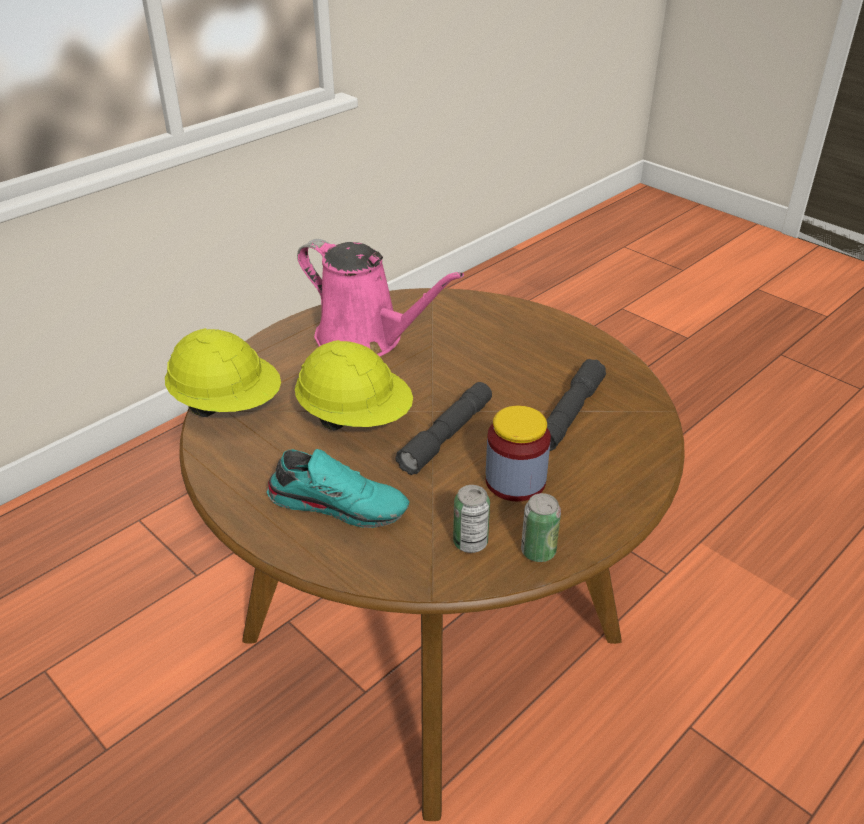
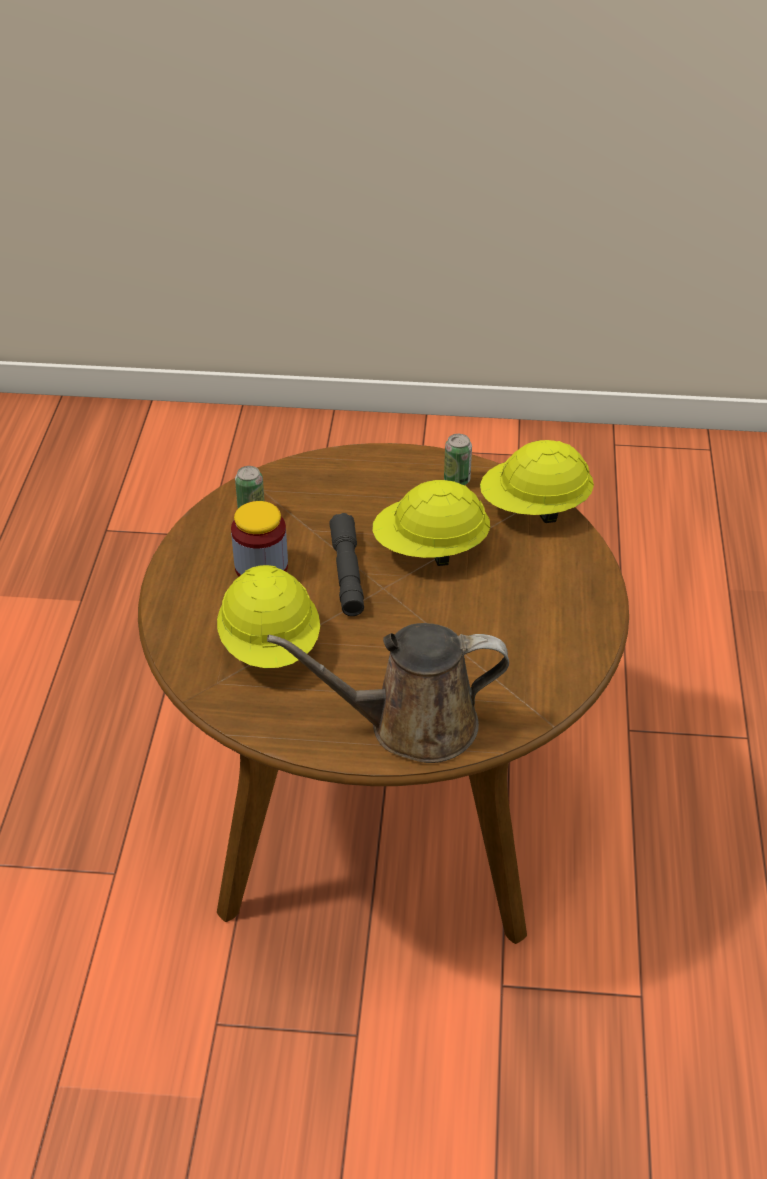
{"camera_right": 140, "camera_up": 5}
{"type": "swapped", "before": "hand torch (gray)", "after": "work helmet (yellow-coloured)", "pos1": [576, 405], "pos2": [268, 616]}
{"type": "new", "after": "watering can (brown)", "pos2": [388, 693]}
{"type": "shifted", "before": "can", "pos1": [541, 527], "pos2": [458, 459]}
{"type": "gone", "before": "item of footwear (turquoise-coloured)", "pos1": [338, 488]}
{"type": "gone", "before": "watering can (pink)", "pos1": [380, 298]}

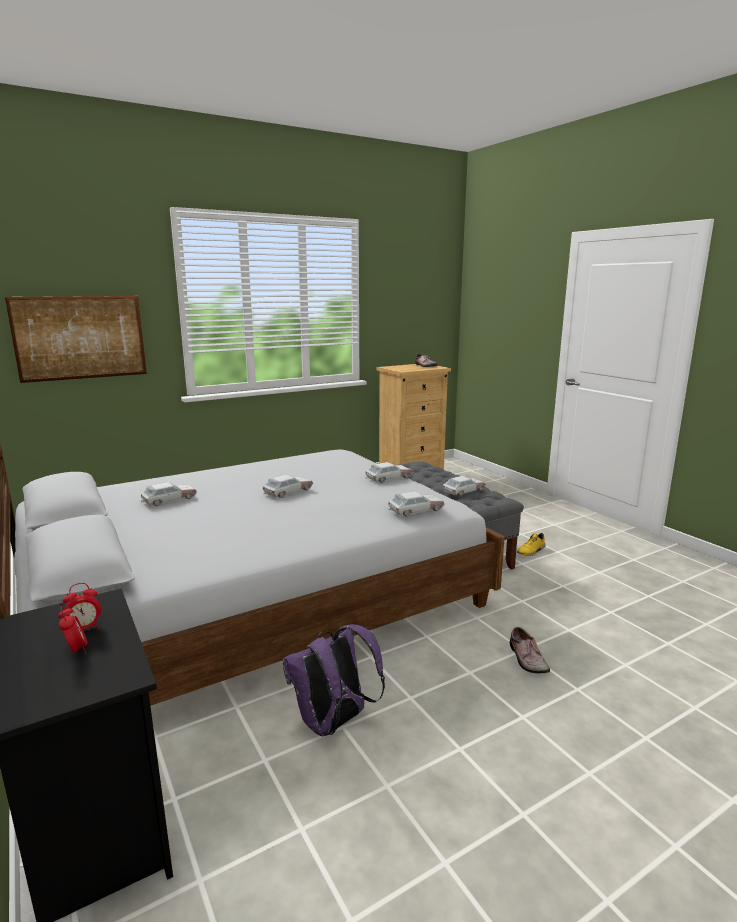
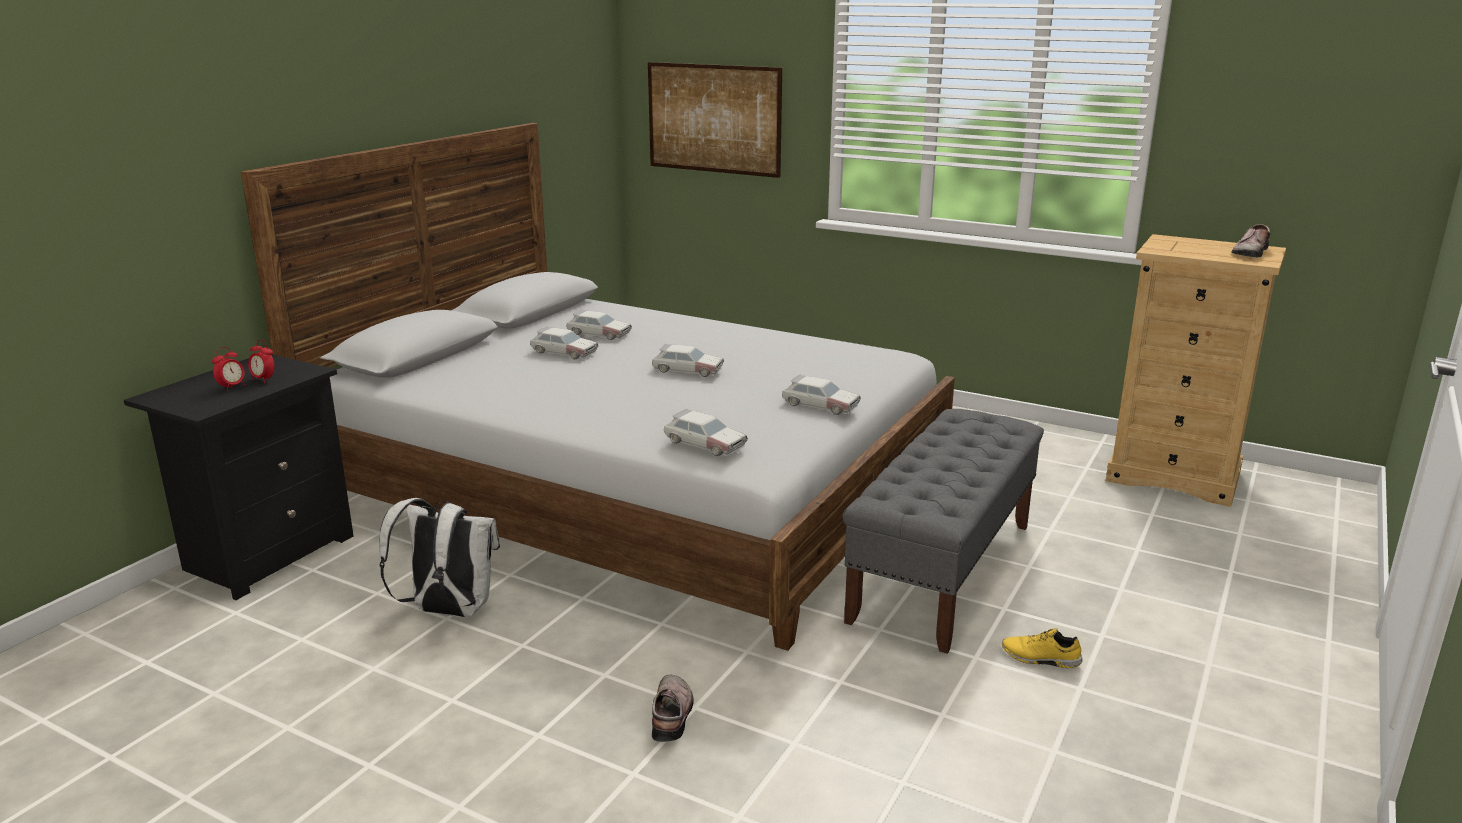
{"camera_right": 60, "camera_up": 5}
{"type": "repainted", "before": "backpack (purple)", "after": "backpack (whitish)", "pos1": [334, 680], "pos2": [439, 557]}
{"type": "shifted", "before": "model car", "pos1": [464, 486], "pos2": [564, 342]}
{"type": "rotated", "before": "item of footwear", "pos1": [530, 650], "pos2": [673, 708], "turn": 135}

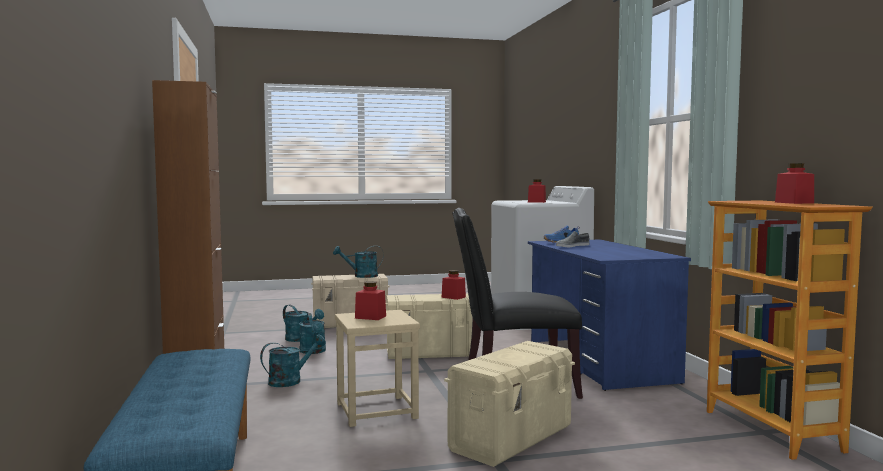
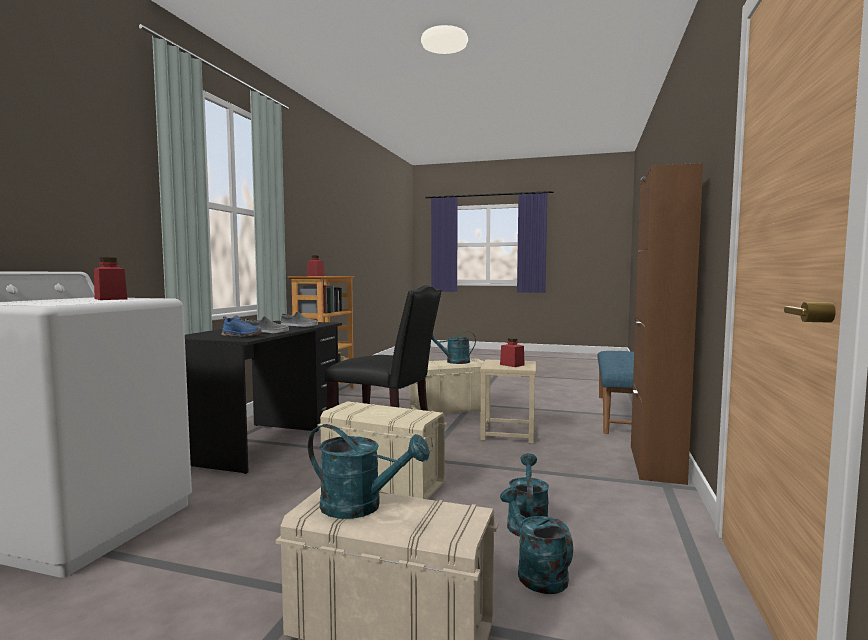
{"camera_right": -150, "camera_up": 0}
{"type": "repainted", "before": "desk table (blue-coloured)", "after": "desk table (blackish)", "pos1": [609, 315], "pos2": [263, 397]}
{"type": "new", "after": "item of footwear (gray)", "pos2": [299, 319]}
{"type": "shifted", "before": "watering can (turquoise-coloured)", "pos1": [293, 360], "pos2": [454, 347]}
{"type": "gone", "before": "jar (reddish)", "pos1": [454, 285]}

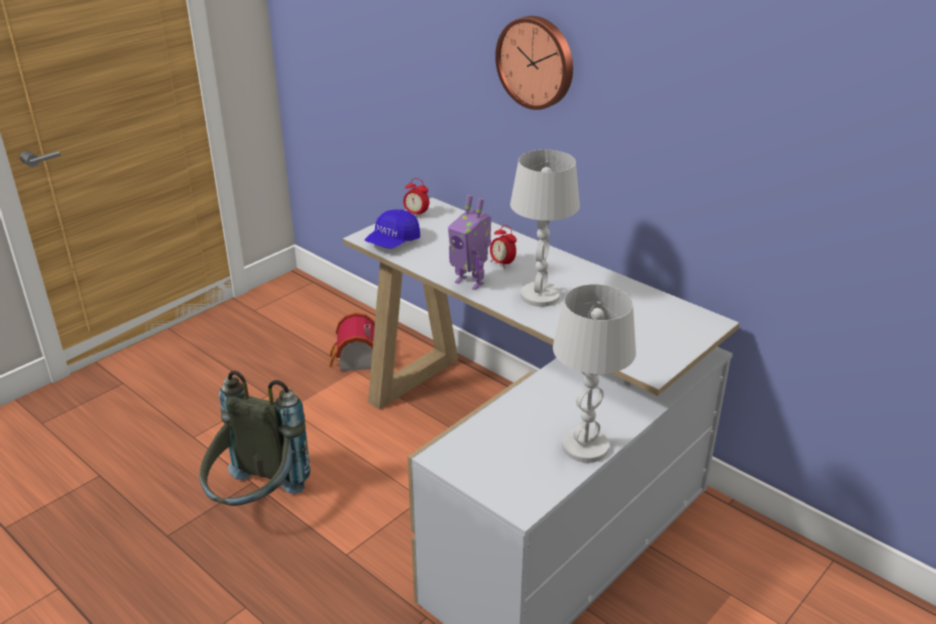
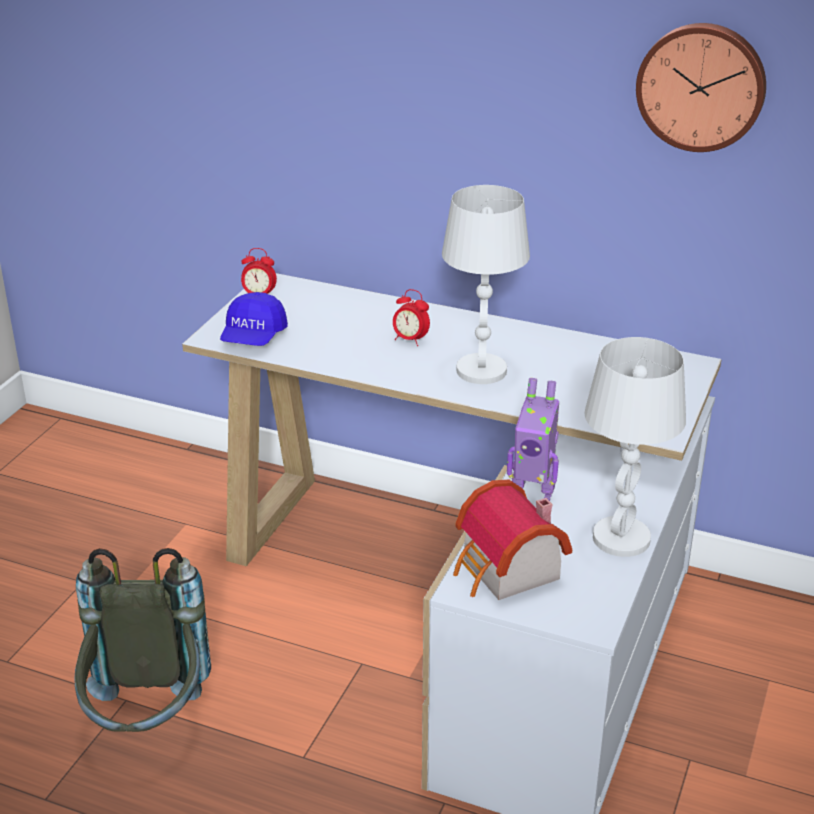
{"camera_right": -20, "camera_up": 0}
{"type": "shifted", "before": "model house", "pos1": [352, 342], "pos2": [512, 540]}
{"type": "shifted", "before": "toy robot", "pos1": [469, 242], "pos2": [533, 439]}
{"type": "shifted", "before": "wall clock", "pos1": [534, 63], "pos2": [701, 87]}

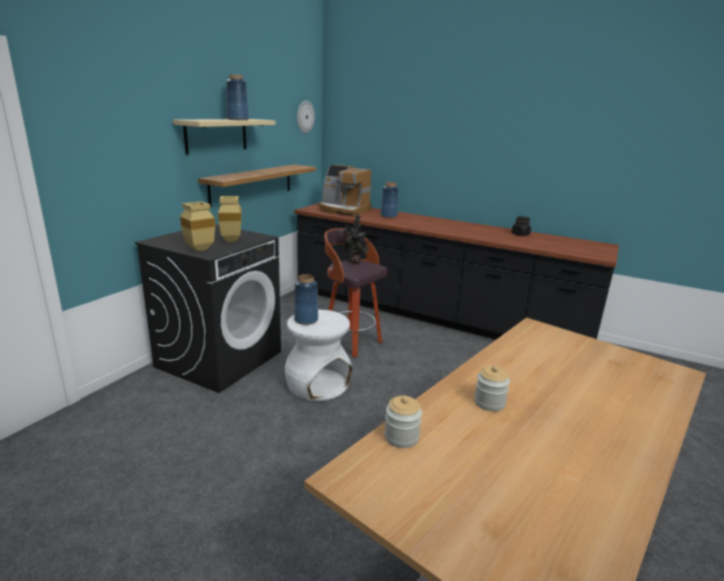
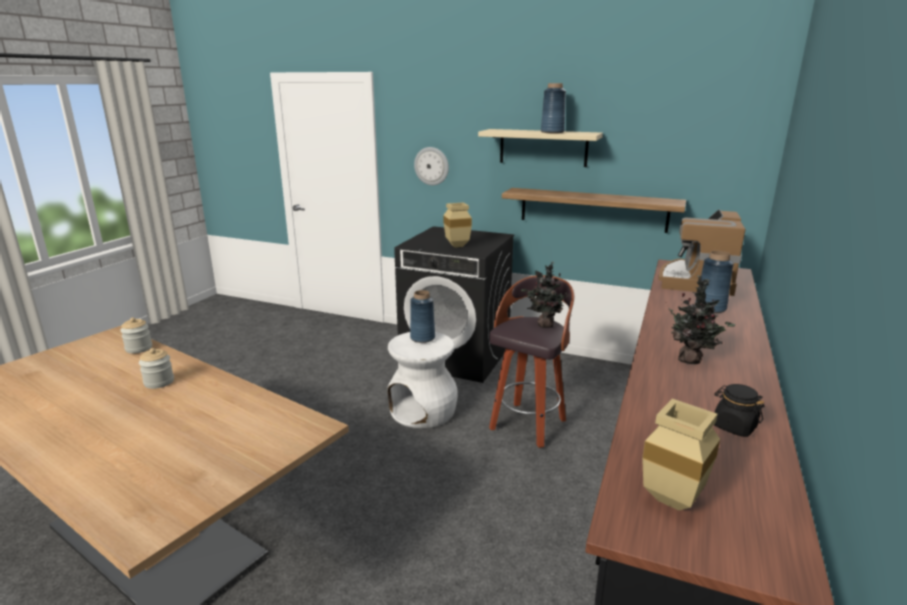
{"camera_right": 85, "camera_up": 0}
{"type": "shifted", "before": "wall clock", "pos1": [306, 117], "pos2": [431, 166]}
{"type": "shifted", "before": "vase (sand-coloured)", "pos1": [197, 226], "pos2": [681, 454]}
{"type": "new", "after": "potted plant", "pos2": [700, 320]}

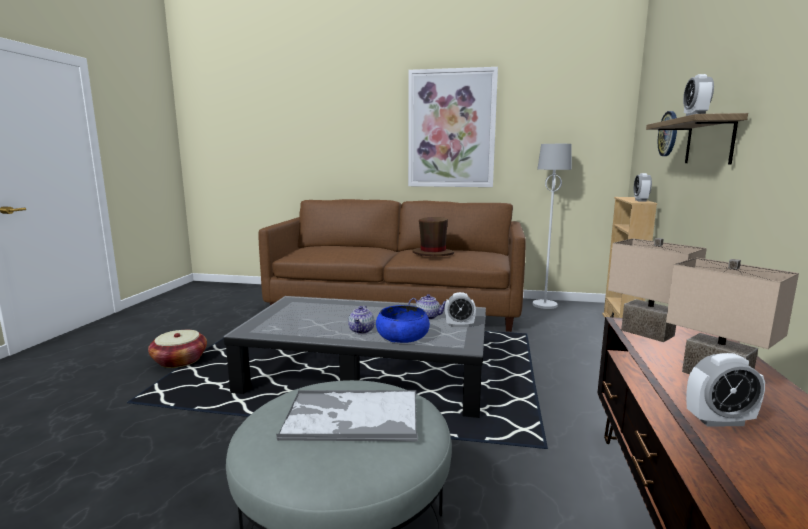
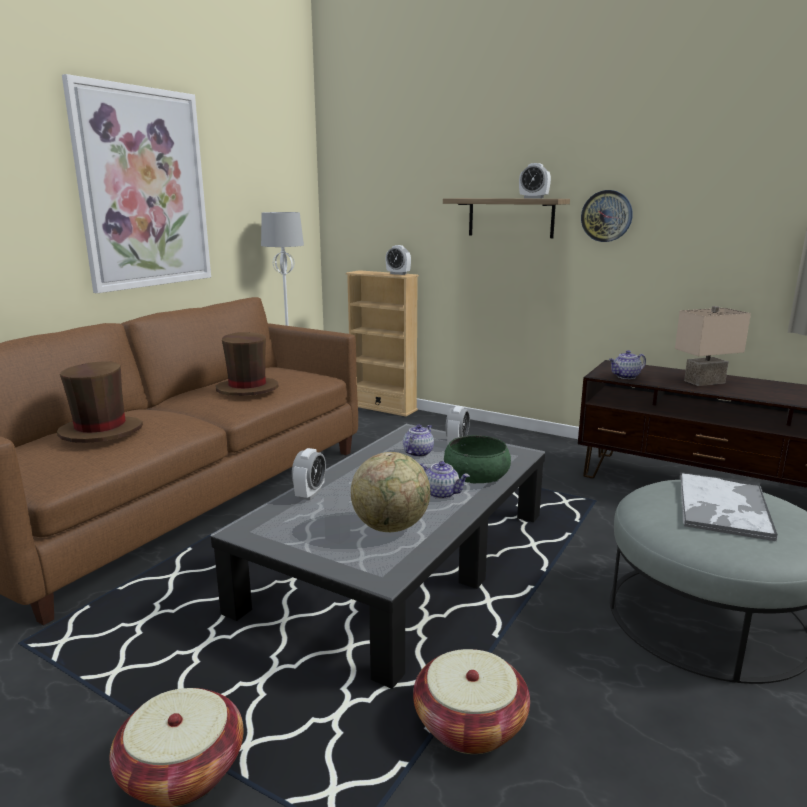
{"camera_right": -70, "camera_up": 5}
{"type": "new", "after": "hat (brown)", "pos2": [100, 402]}
{"type": "shifted", "before": "bedside clock", "pos1": [725, 390], "pos2": [309, 474]}
{"type": "new", "after": "globe", "pos2": [390, 492]}
{"type": "new", "after": "storage basket", "pos2": [471, 701]}
{"type": "repainted", "before": "bowl (blue-coloured)", "after": "bowl (greenish)", "pos1": [403, 324], "pos2": [477, 459]}
{"type": "shifted", "before": "wall clock", "pos1": [667, 133], "pos2": [607, 216]}
{"type": "swapped", "before": "table lamp (sand-coloured)", "after": "pot for tea", "pos1": [657, 290], "pos2": [627, 364]}

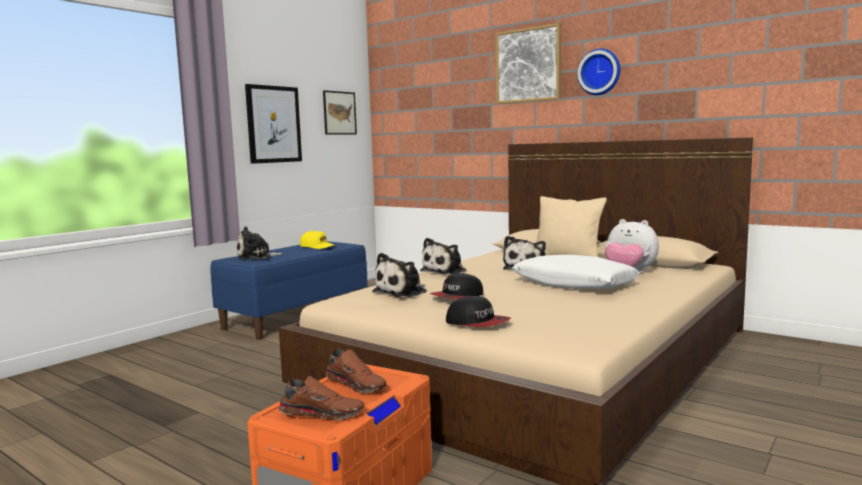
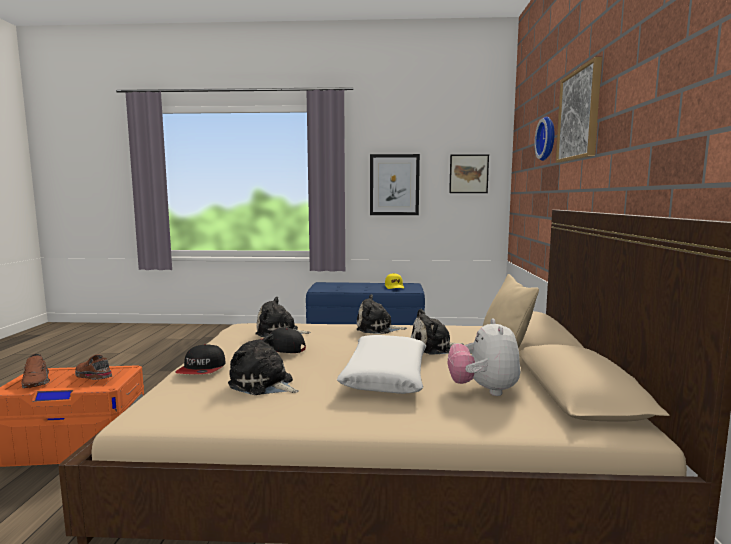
{"camera_right": 55, "camera_up": 0}
{"type": "rotated", "before": "item of footwear (brown)", "pos1": [356, 371], "pos2": [93, 367], "turn": 120}
{"type": "shifted", "before": "soft toy", "pos1": [260, 243], "pos2": [263, 364]}
{"type": "shifted", "before": "wall clock", "pos1": [599, 71], "pos2": [544, 138]}

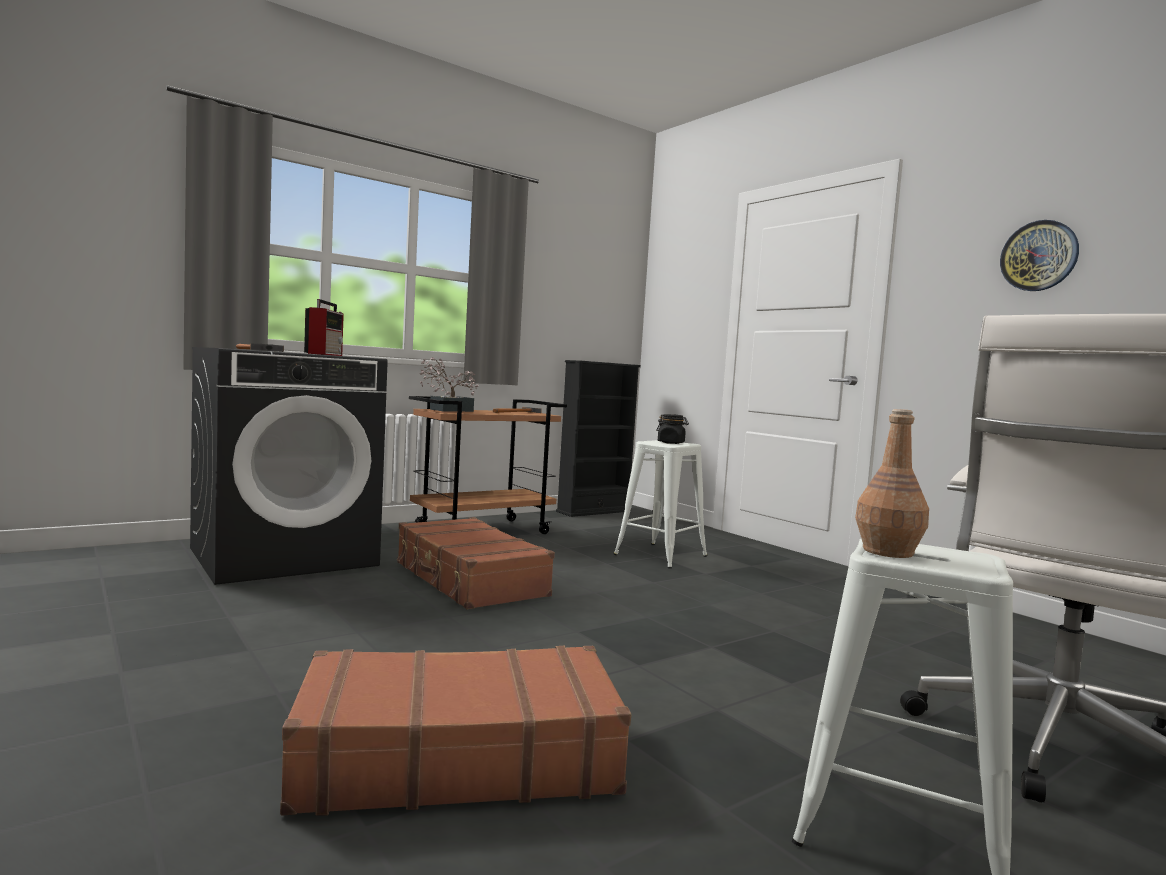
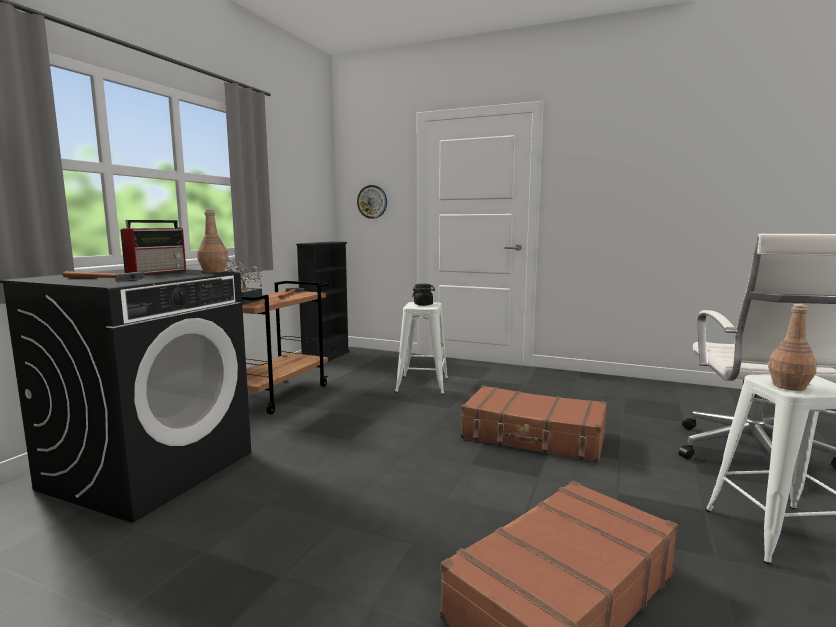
{"camera_right": -30, "camera_up": 5}
{"type": "rotated", "before": "radio set", "pos1": [324, 327], "pos2": [153, 247], "turn": 60}
{"type": "new", "after": "beverage bottle (brown)", "pos2": [212, 241]}
{"type": "shifted", "before": "wall clock", "pos1": [1039, 255], "pos2": [372, 202]}
{"type": "shifted", "before": "travel case (brown)", "pos1": [476, 563], "pos2": [534, 424]}

